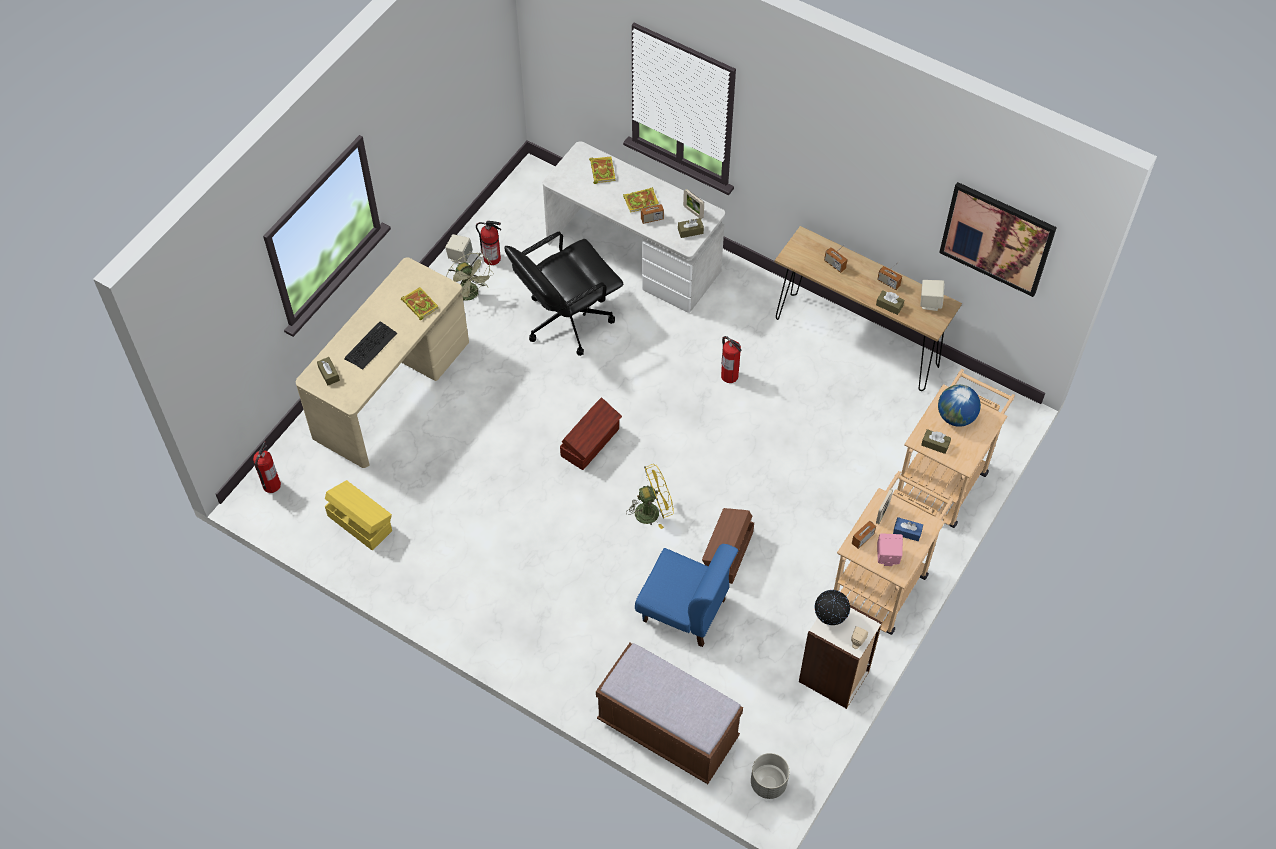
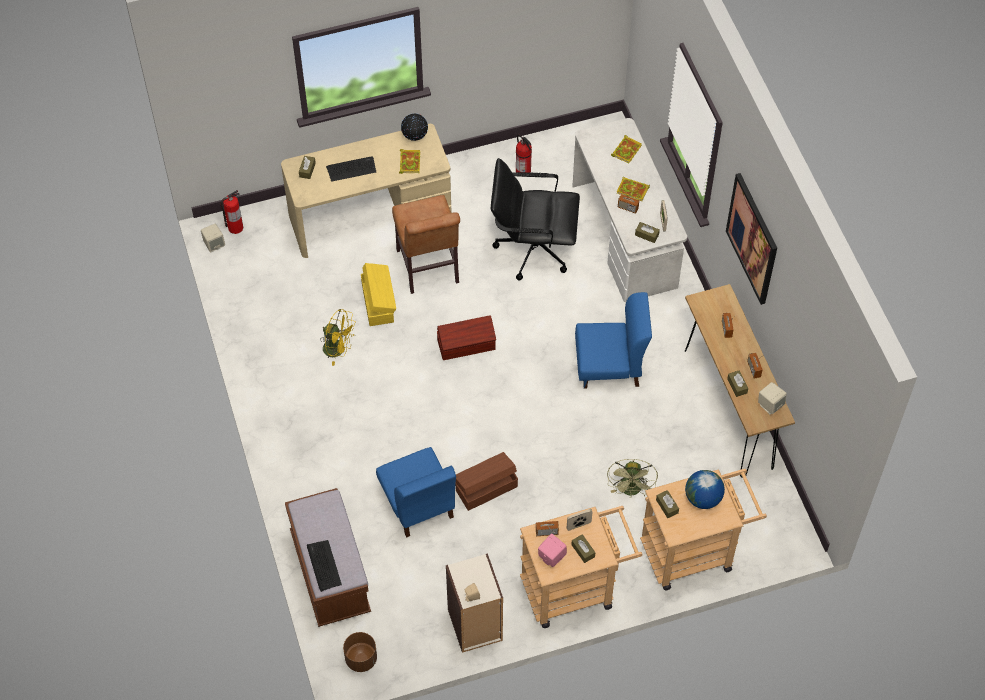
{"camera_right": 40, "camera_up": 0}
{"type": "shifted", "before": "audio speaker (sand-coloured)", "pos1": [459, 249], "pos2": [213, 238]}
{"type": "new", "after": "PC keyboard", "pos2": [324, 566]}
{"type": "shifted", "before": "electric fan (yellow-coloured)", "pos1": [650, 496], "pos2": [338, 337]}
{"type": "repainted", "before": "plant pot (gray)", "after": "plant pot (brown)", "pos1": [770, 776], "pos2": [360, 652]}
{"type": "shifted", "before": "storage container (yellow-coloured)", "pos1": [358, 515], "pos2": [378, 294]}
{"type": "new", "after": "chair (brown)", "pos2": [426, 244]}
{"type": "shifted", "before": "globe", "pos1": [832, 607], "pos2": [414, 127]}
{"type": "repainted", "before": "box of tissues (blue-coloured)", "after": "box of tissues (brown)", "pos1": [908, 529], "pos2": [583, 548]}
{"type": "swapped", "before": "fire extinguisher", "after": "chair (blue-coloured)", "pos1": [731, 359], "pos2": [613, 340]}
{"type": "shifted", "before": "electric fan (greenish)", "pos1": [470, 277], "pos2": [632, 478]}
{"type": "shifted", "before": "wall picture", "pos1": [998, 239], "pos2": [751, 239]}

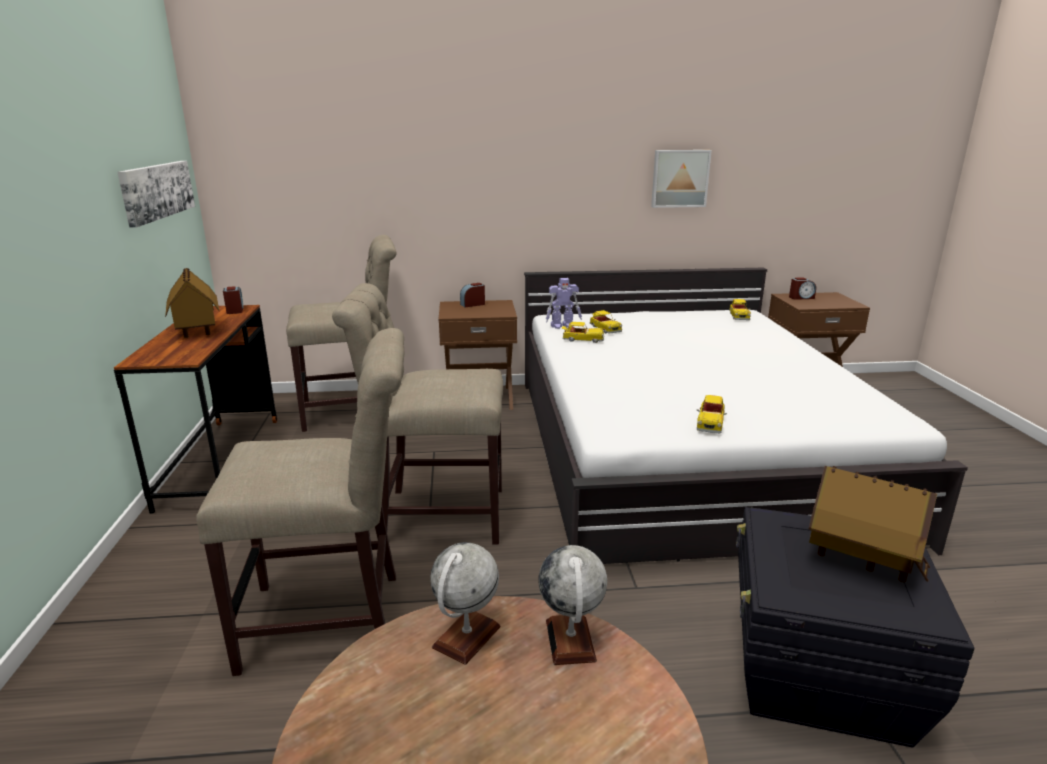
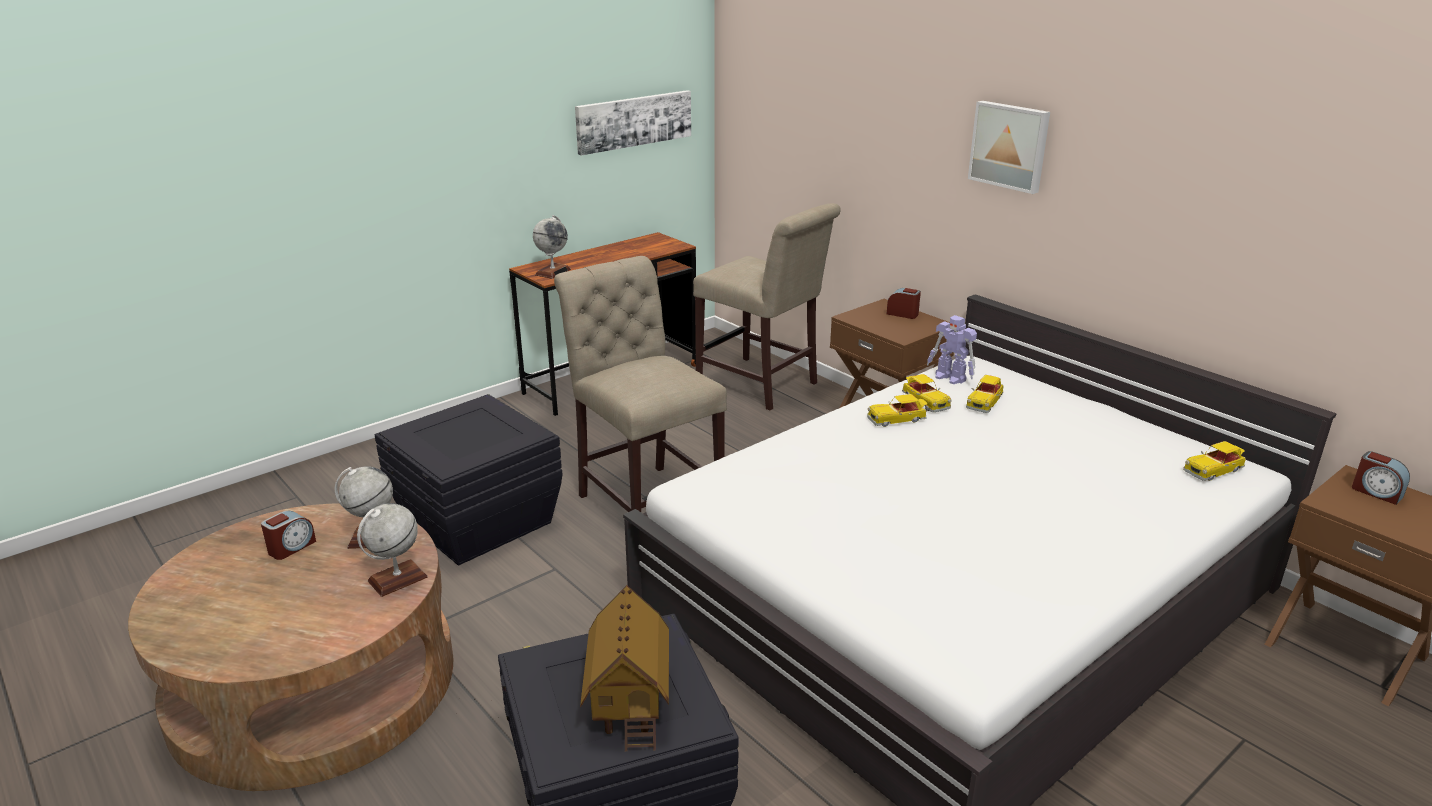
{"camera_right": 55, "camera_up": 5}
{"type": "shifted", "before": "bedside clock", "pos1": [233, 300], "pos2": [288, 535]}
{"type": "swapped", "before": "chair (sand-coloured)", "after": "storage container (blackish)", "pos1": [300, 502], "pos2": [468, 479]}
{"type": "new", "after": "globe", "pos2": [552, 247]}
{"type": "shifted", "before": "model car", "pos1": [712, 414], "pos2": [897, 410]}
{"type": "shifted", "before": "wall picture", "pos1": [681, 179], "pos2": [1009, 147]}
{"type": "gone", "before": "model house", "pos1": [192, 303]}

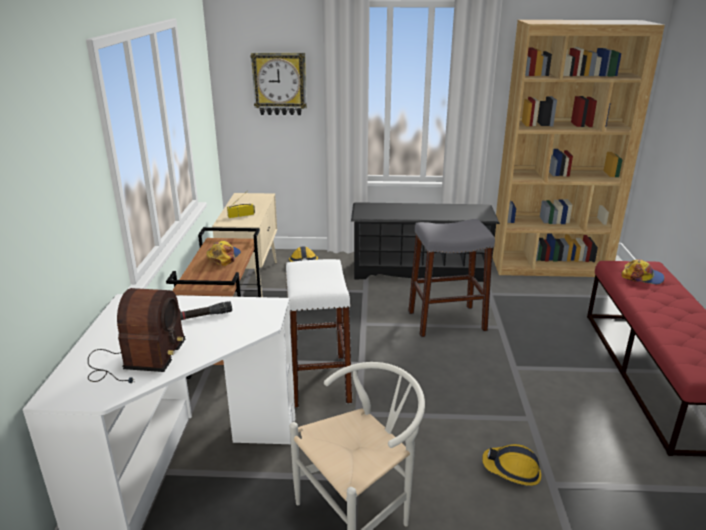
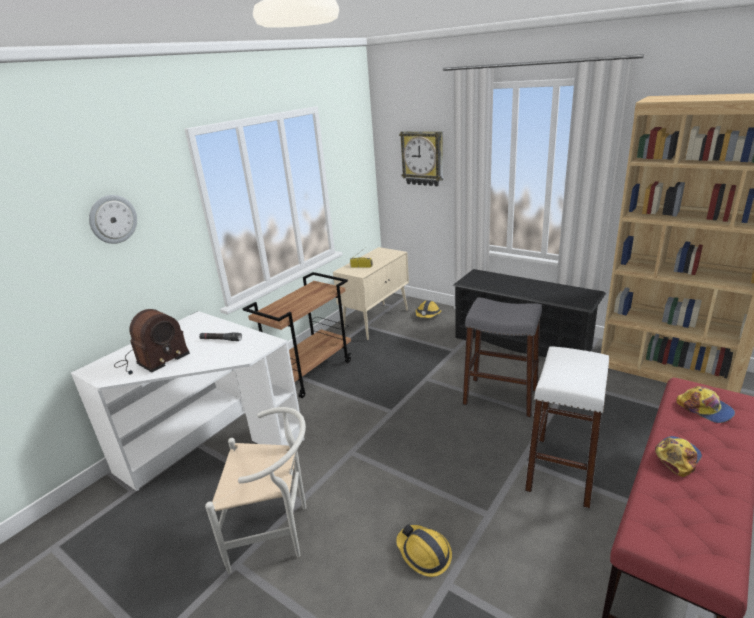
{"camera_right": 35, "camera_up": 0}
{"type": "new", "after": "wall clock", "pos2": [113, 219]}
{"type": "shifted", "before": "sitting stool (whitish)", "pos1": [319, 333], "pos2": [567, 427]}
{"type": "shifted", "before": "peaked cap", "pos1": [223, 253], "pos2": [678, 456]}

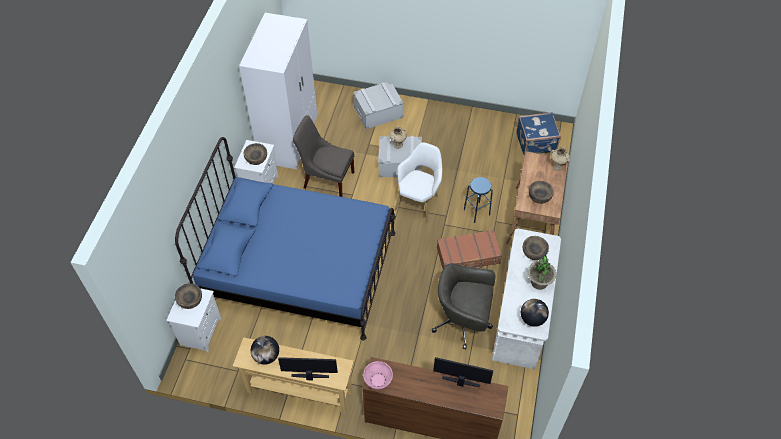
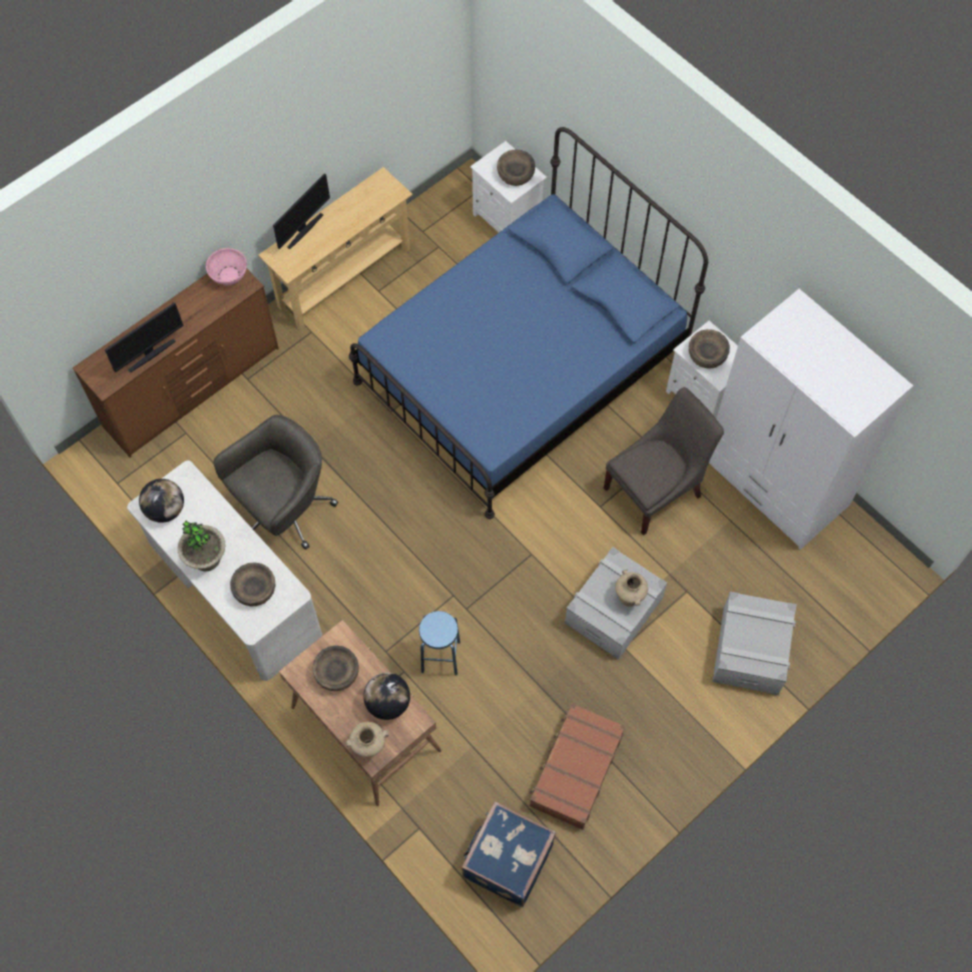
{"camera_right": 125, "camera_up": 10}
{"type": "shifted", "before": "globe", "pos1": [265, 350], "pos2": [386, 696]}
{"type": "shifted", "before": "travel case (brown)", "pos1": [469, 249], "pos2": [577, 766]}
{"type": "gone", "before": "lounge chair (whitish)", "pos1": [418, 182]}

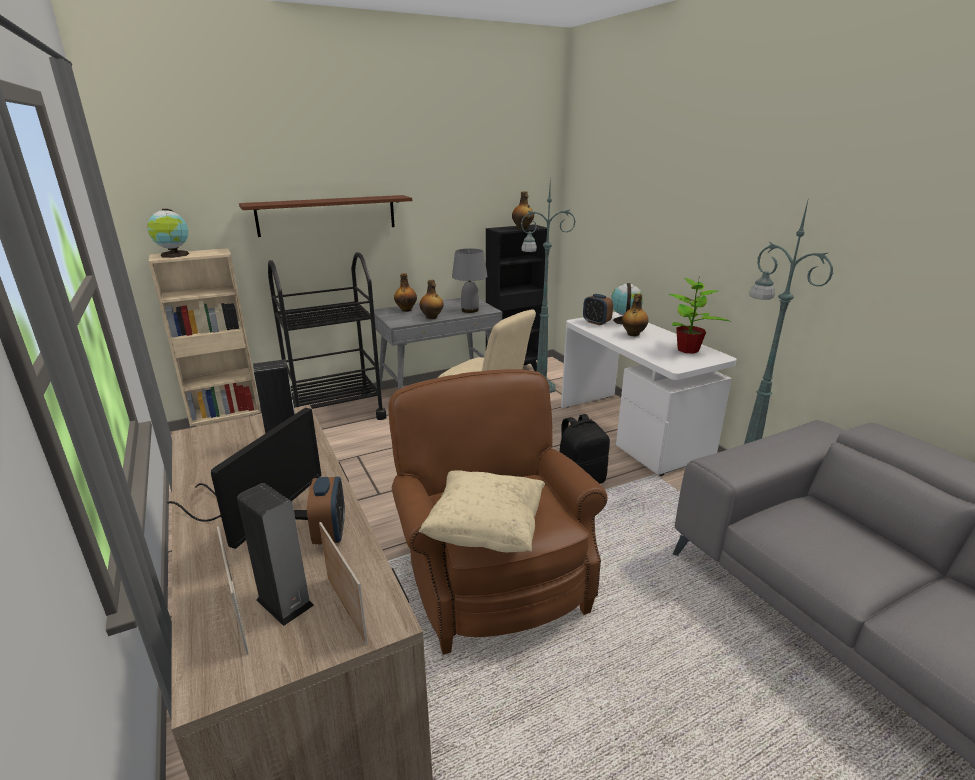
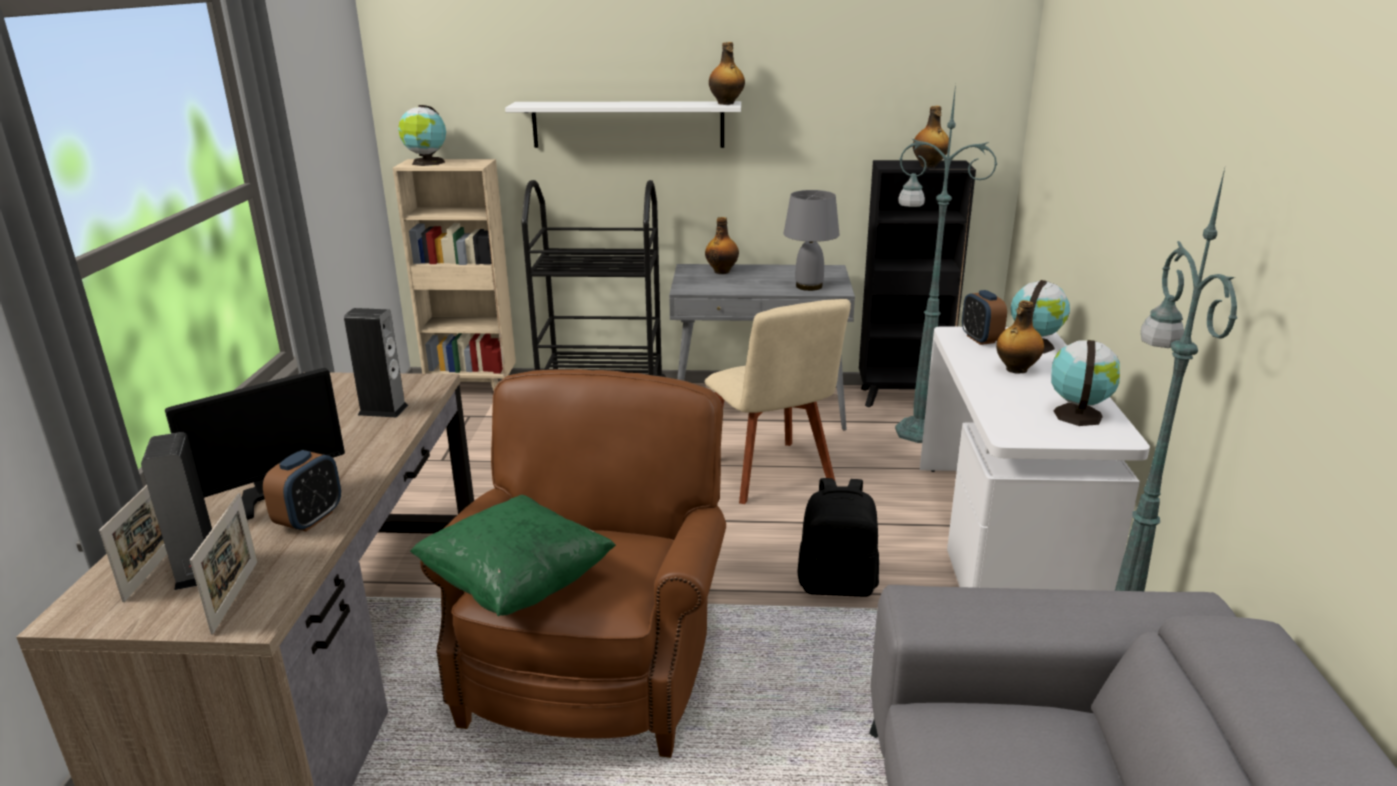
{"camera_right": 30, "camera_up": 0}
{"type": "repainted", "before": "pillow (sand-coloured)", "after": "pillow (greenish)", "pos1": [482, 511], "pos2": [513, 555]}
{"type": "repainted", "before": "shelf (brown)", "after": "shelf (whitish)", "pos1": [325, 216], "pos2": [623, 124]}
{"type": "shifted", "before": "beverage bottle", "pos1": [431, 299], "pos2": [727, 73]}
{"type": "swapped", "before": "potted plant", "after": "globe", "pos1": [699, 316], "pos2": [1085, 383]}

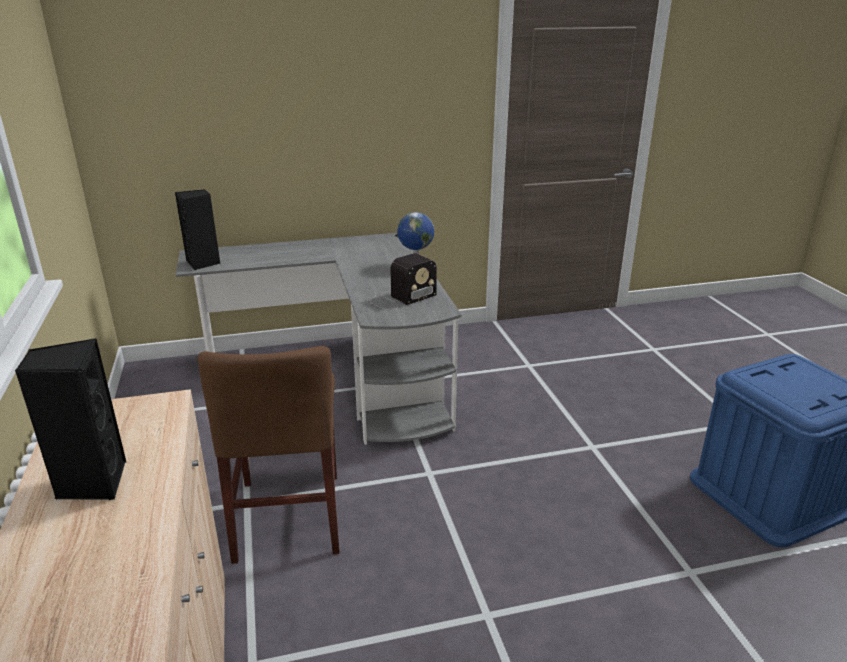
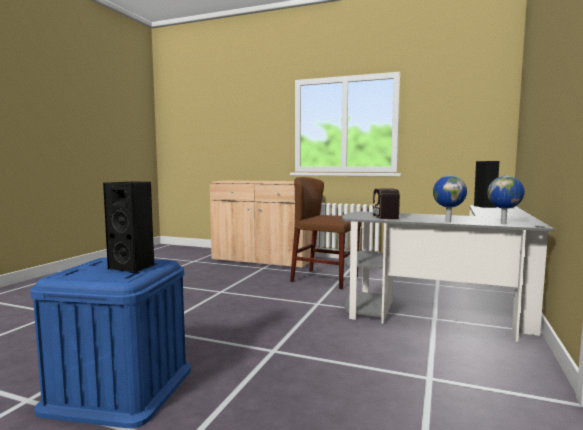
{"camera_right": 125, "camera_up": -20}
{"type": "shifted", "before": "audio speaker (blackish)", "pos1": [70, 419], "pos2": [128, 227]}
{"type": "new", "after": "globe", "pos2": [506, 200]}

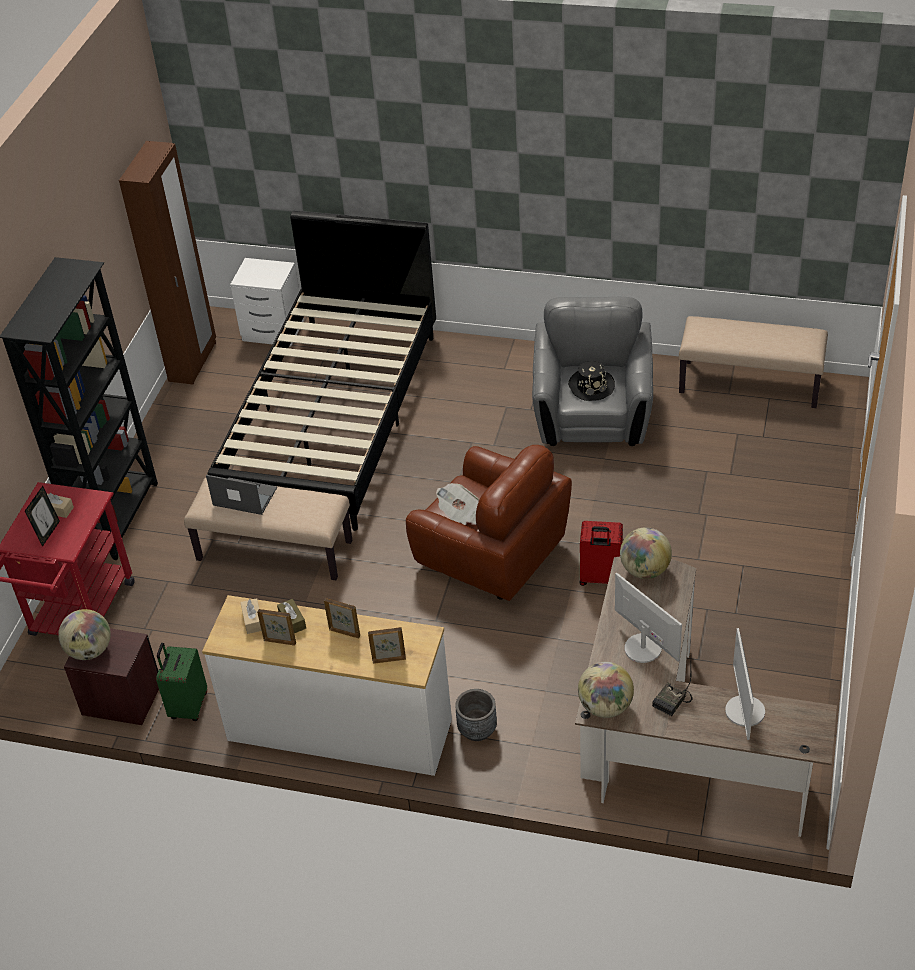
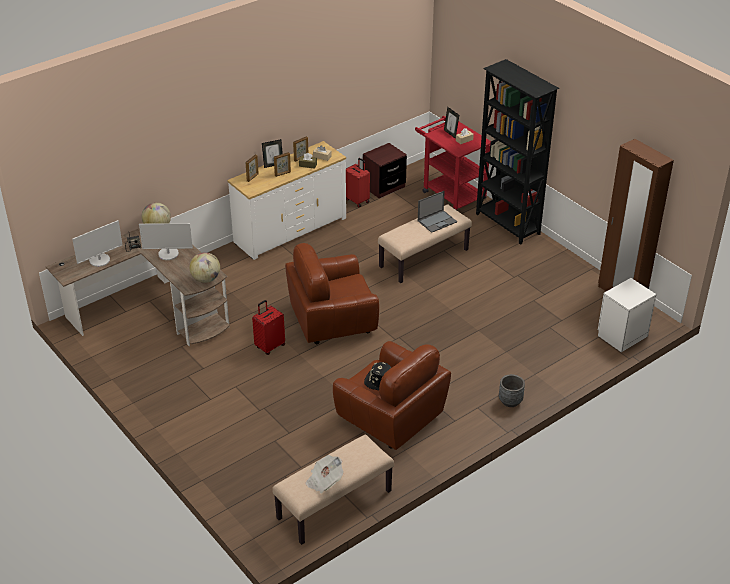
{"camera_right": 125, "camera_up": -5}
{"type": "rotated", "before": "monitor", "pos1": [745, 684], "pos2": [97, 243], "turn": 105}
{"type": "new", "after": "picture frame", "pos2": [272, 153]}
{"type": "shifted", "before": "daily paper", "pos1": [457, 504], "pos2": [324, 474]}
{"type": "repainted", "before": "lounge chair (gray)", "after": "lounge chair (brown)", "pos1": [592, 371], "pos2": [392, 395]}
{"type": "repainted", "before": "travel case (greenish)", "after": "travel case (reddish)", "pos1": [181, 682], "pos2": [358, 183]}
{"type": "shifted", "before": "plant pot (gray)", "pos1": [476, 715], "pos2": [512, 390]}
{"type": "gone", "before": "globe", "pos1": [84, 634]}
{"type": "gone", "before": "bed (blackish)", "pos1": [322, 371]}

